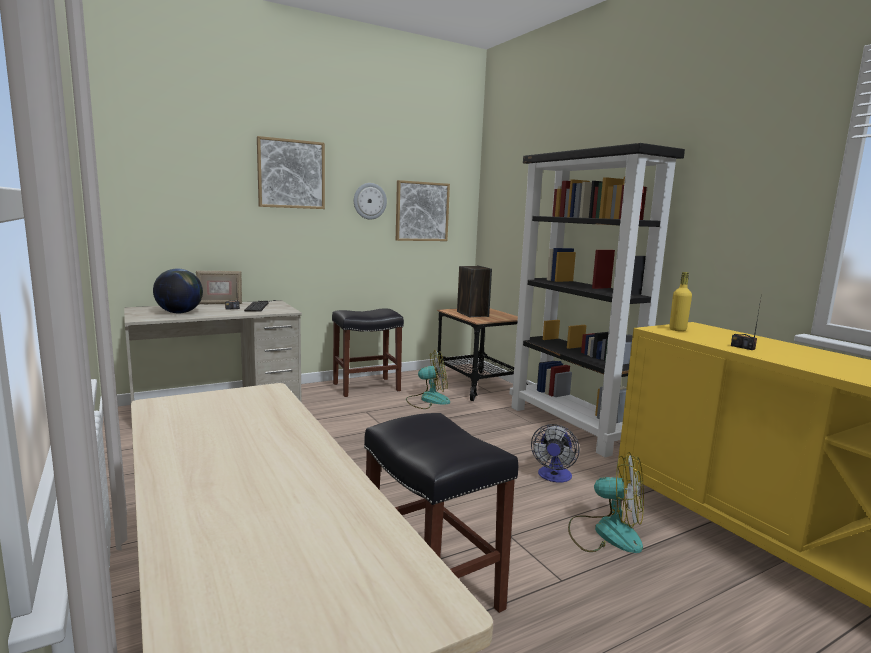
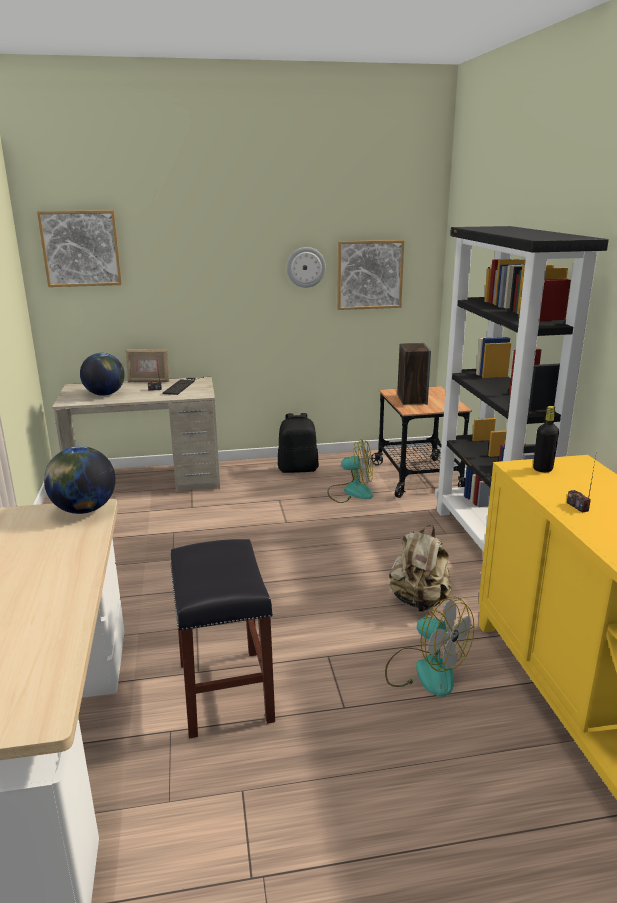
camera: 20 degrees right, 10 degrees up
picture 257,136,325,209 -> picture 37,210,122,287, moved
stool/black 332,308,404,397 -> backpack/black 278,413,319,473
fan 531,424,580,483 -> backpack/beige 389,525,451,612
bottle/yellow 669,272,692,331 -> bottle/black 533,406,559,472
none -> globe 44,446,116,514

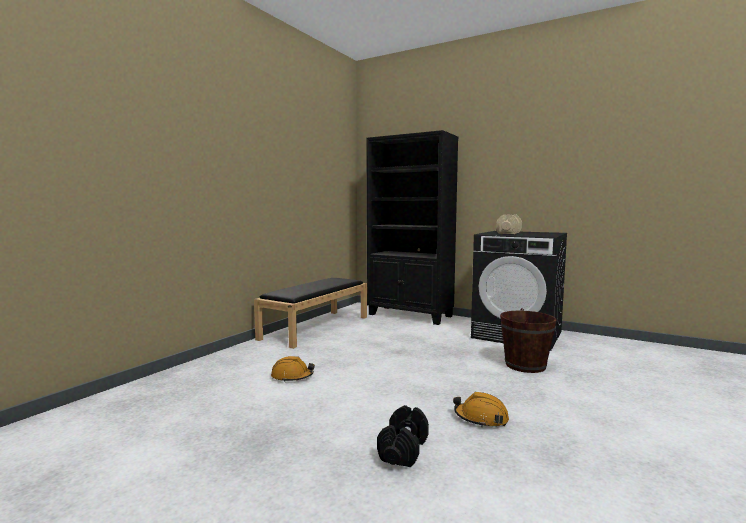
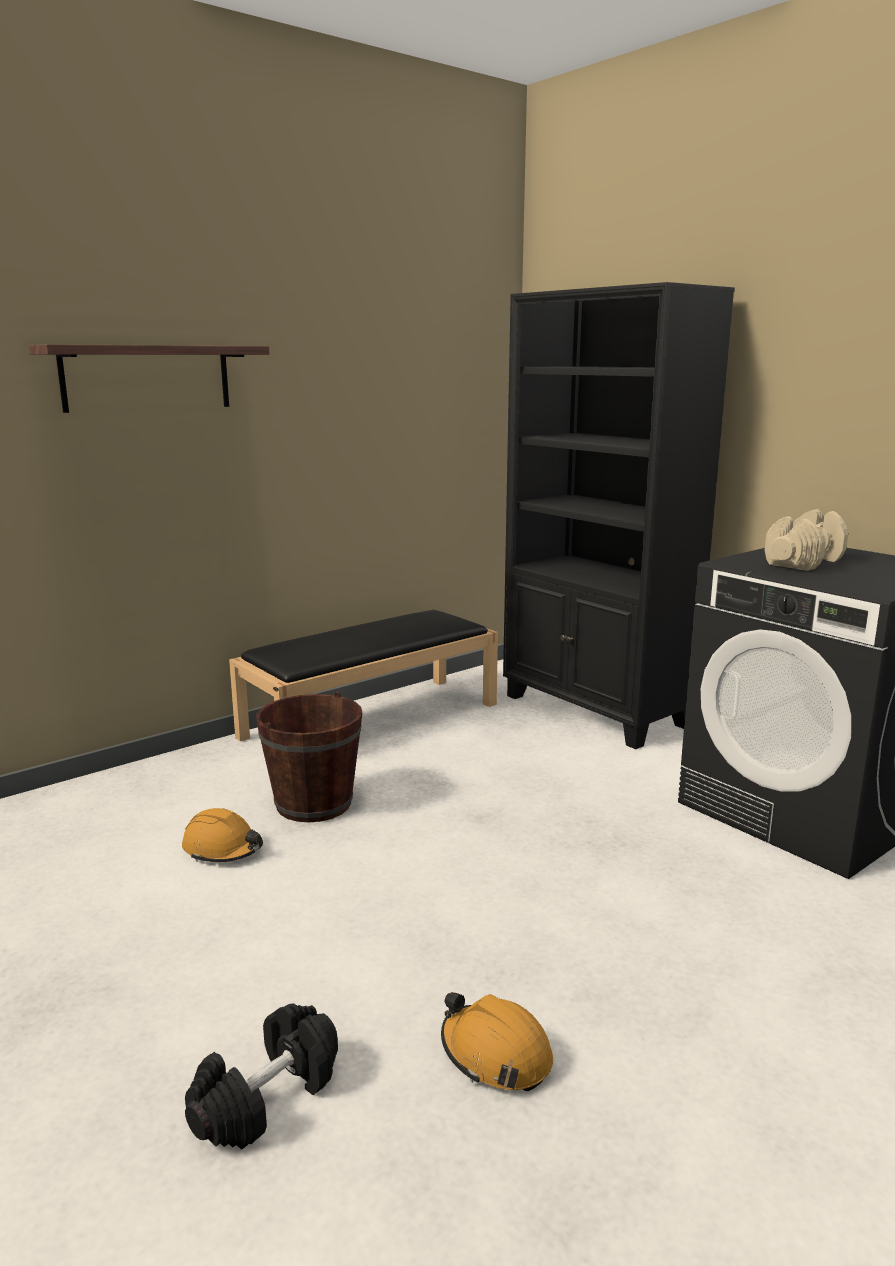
camera: 20 degrees right, 10 degrees up
bucket/brown 500,308,556,373 -> bucket/brown 256,692,362,822, moved
none -> shelf 29,344,270,413

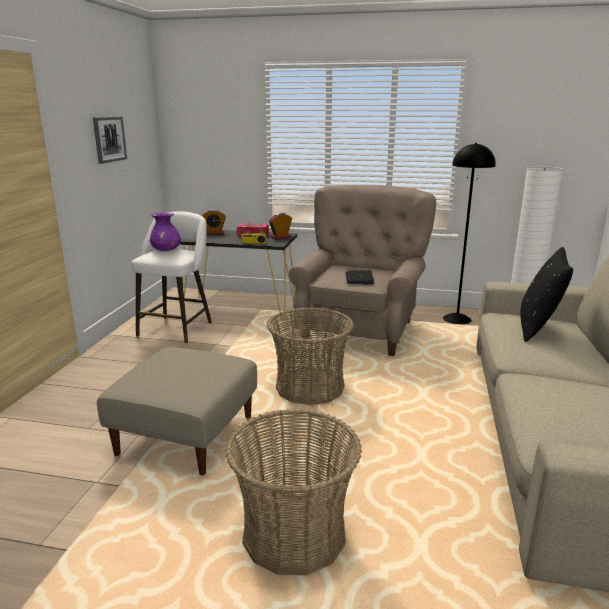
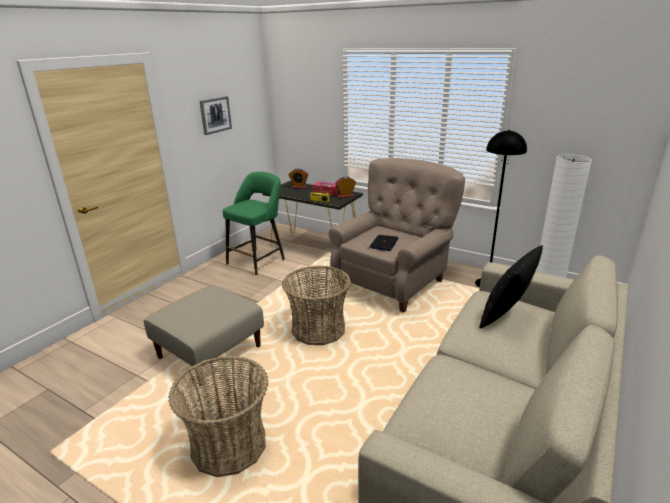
camera: 20 degrees right, 5 degrees up
stool/white 131,211,212,343 -> stool/green 223,172,285,275
vase/purple 150,212,181,251 -> none

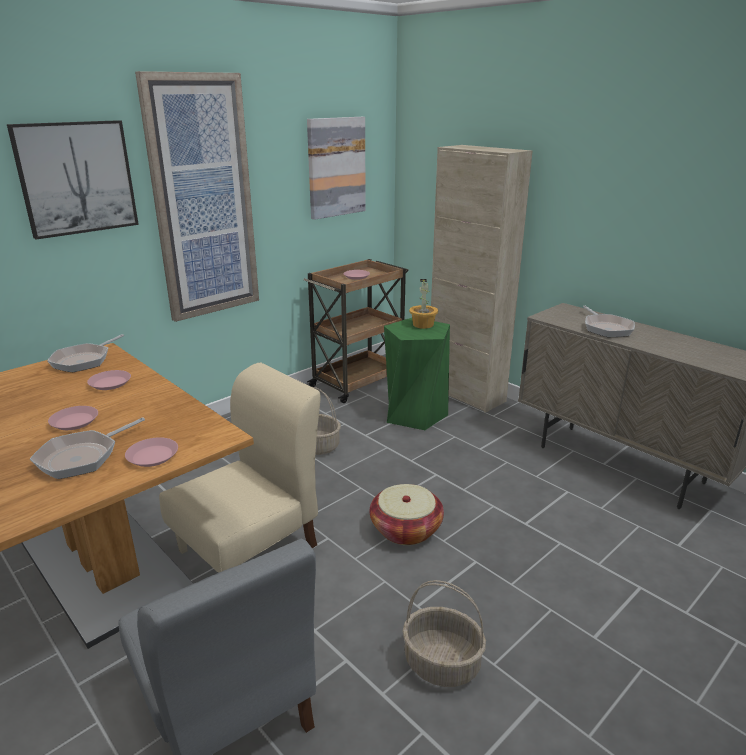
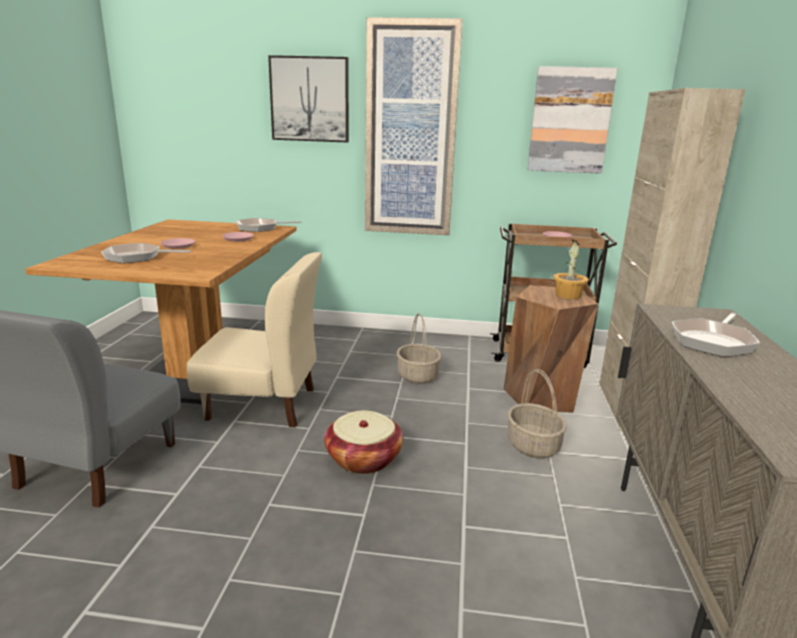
camera: 50 degrees right, 5 degrees down
plate/pink 125,437,178,467 -> none
stool/green 384,318,450,430 -> stool/brown 504,285,599,413
basket 403,580,486,687 -> basket 508,369,567,459, moved

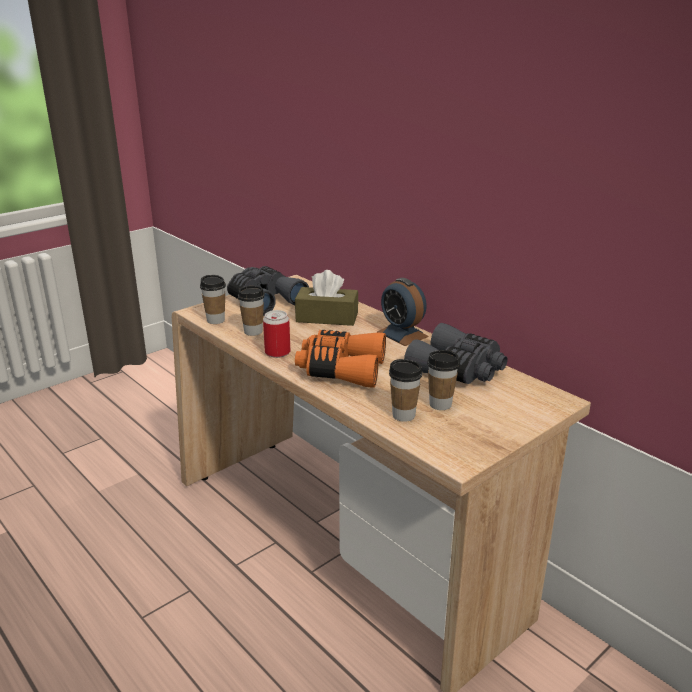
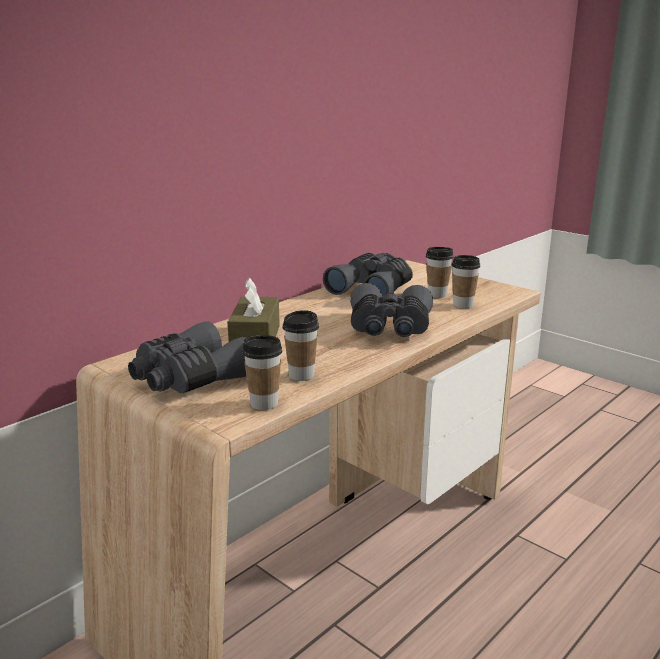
camera: 95 degrees left, 5 degrees down
can 263,310,290,358 -> none
binoculars/orange 295,330,386,388 -> binoculars/grey 350,283,433,337
alarm clock 377,278,429,346 -> none

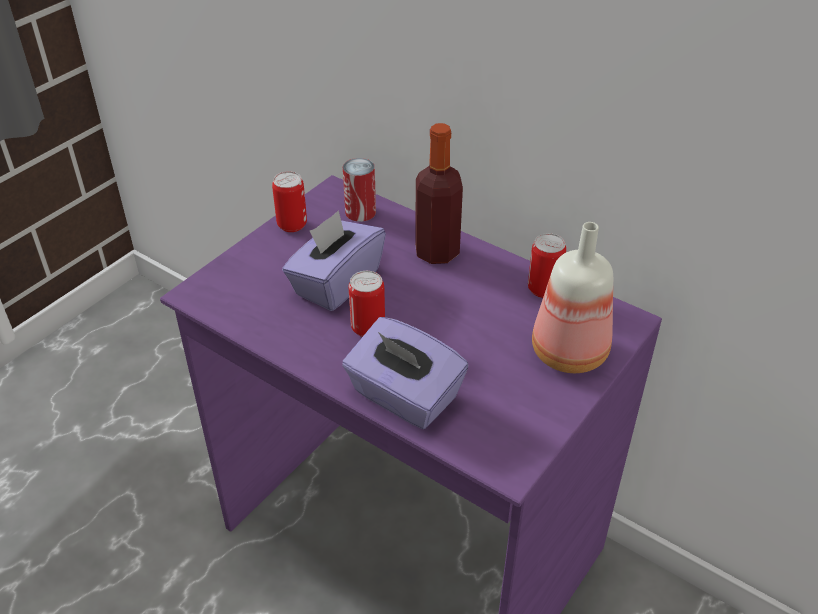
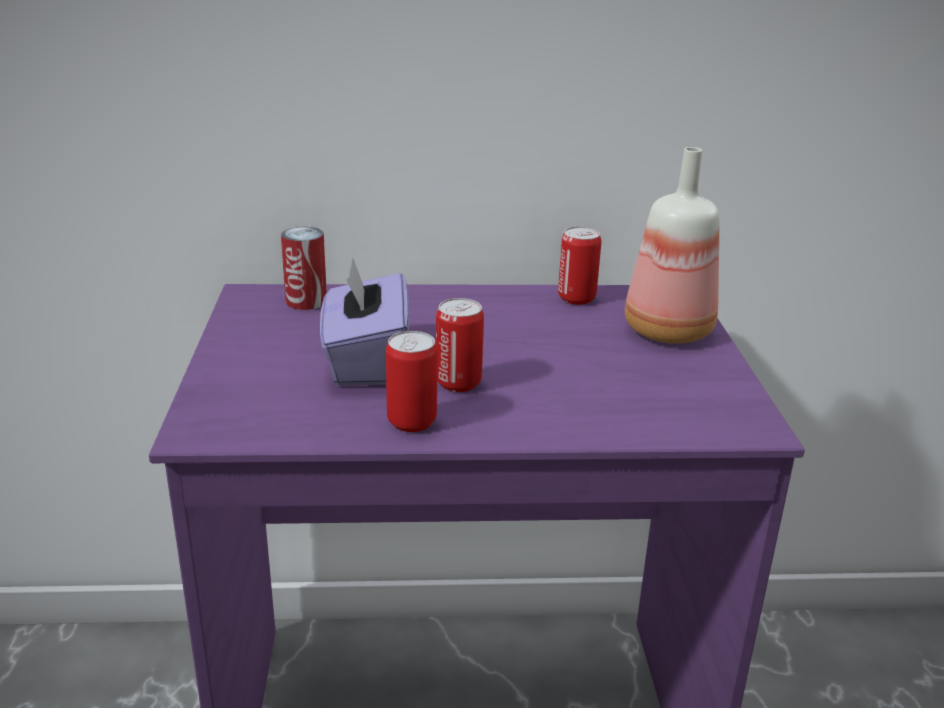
camera: 40 degrees left, 15 degrees down
can 272,171,307,232 -> can 386,331,438,432, moved
tissue box/purple 342,317,468,429 -> none
bottle 415,123,463,264 -> none

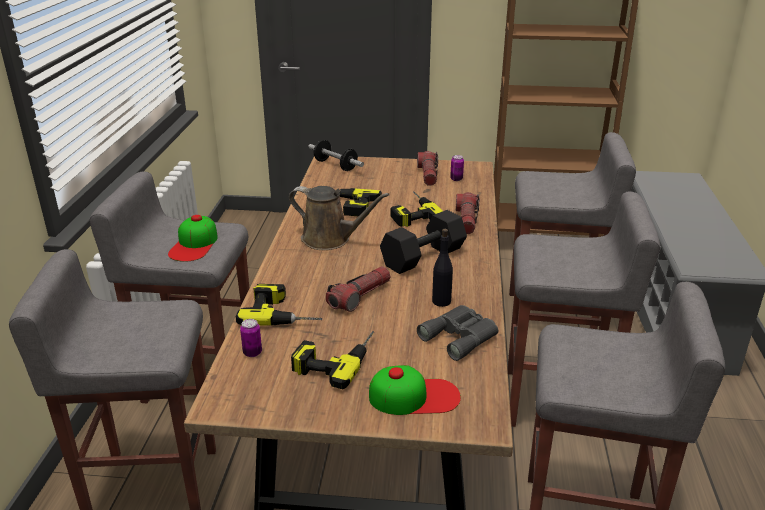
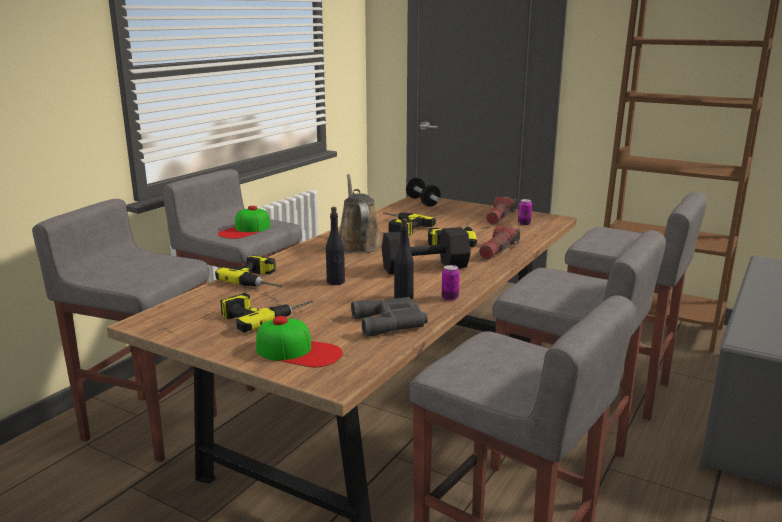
camera: 25 degrees right, 10 degrees down
can 240,319,262,357 -> can 442,265,460,301, moved
watering can/brown 289,186,390,250 -> watering can/brown 339,174,382,253, 150 degrees counterclockwise
flashlight 326,266,390,312 -> bottle/black 326,207,345,285

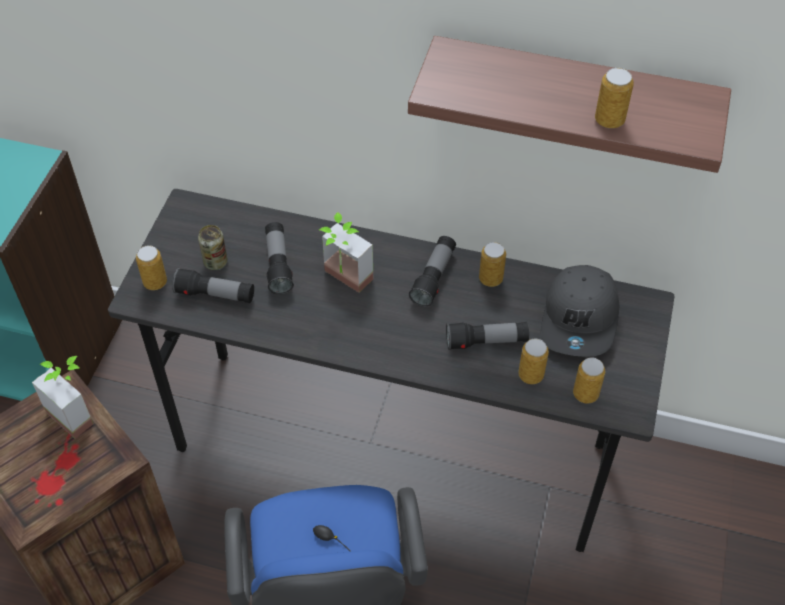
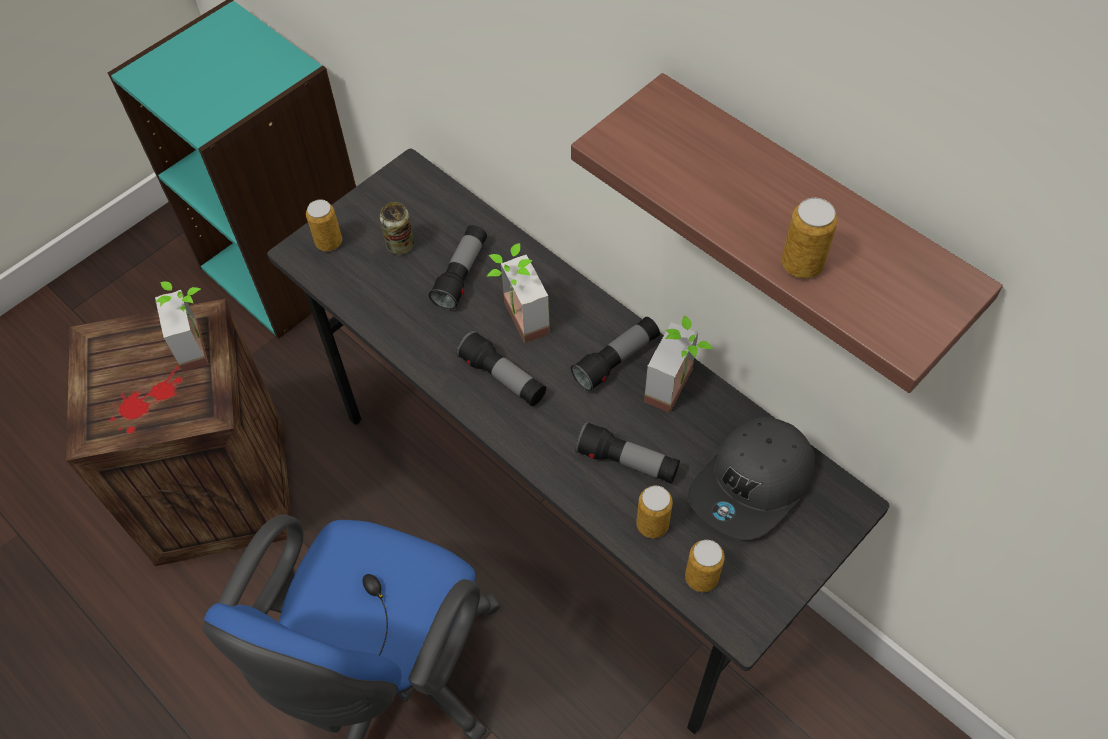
camera: 30 degrees right, 5 degrees up
flashlight 172,268,254,303 -> flashlight 456,331,546,406, moved
can 479,242,506,287 -> potted plant 644,315,713,413

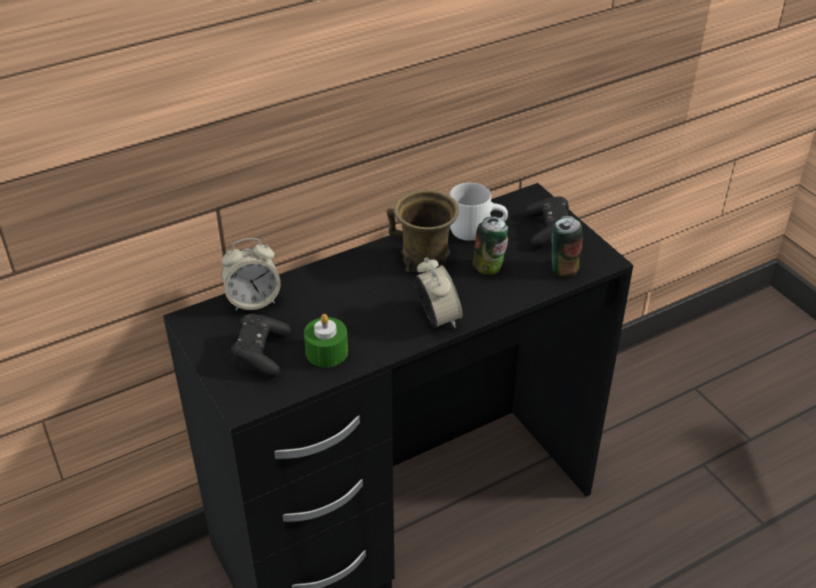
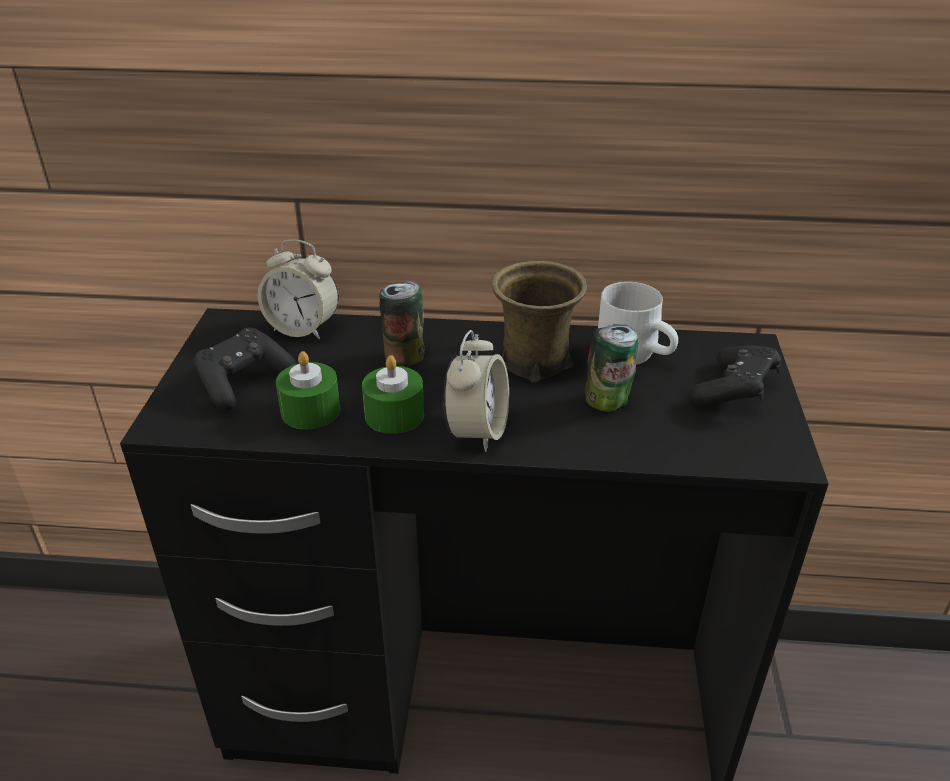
camera: 35 degrees right, 5 degrees down
can 551,216,583,276 -> can 379,282,425,367, moved
none -> candle/green 362,355,424,434

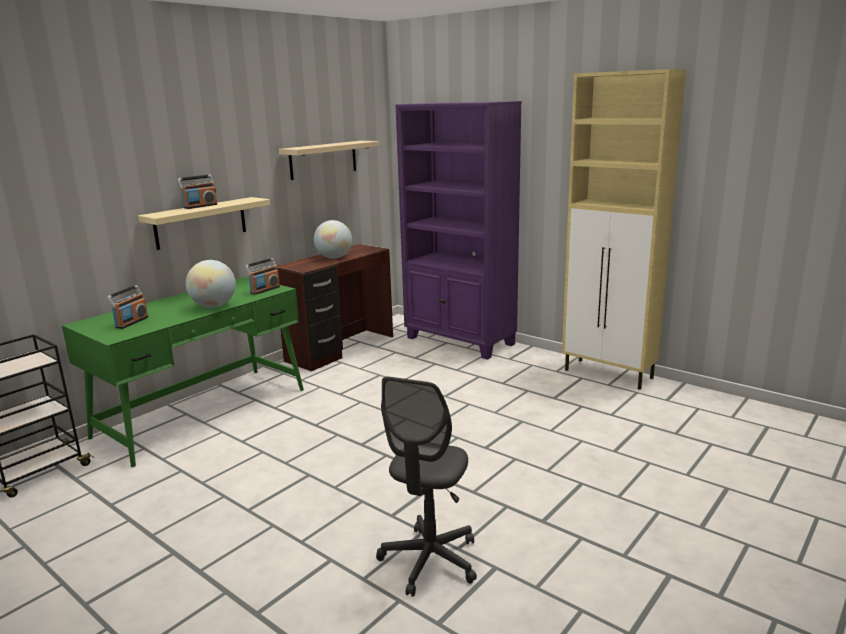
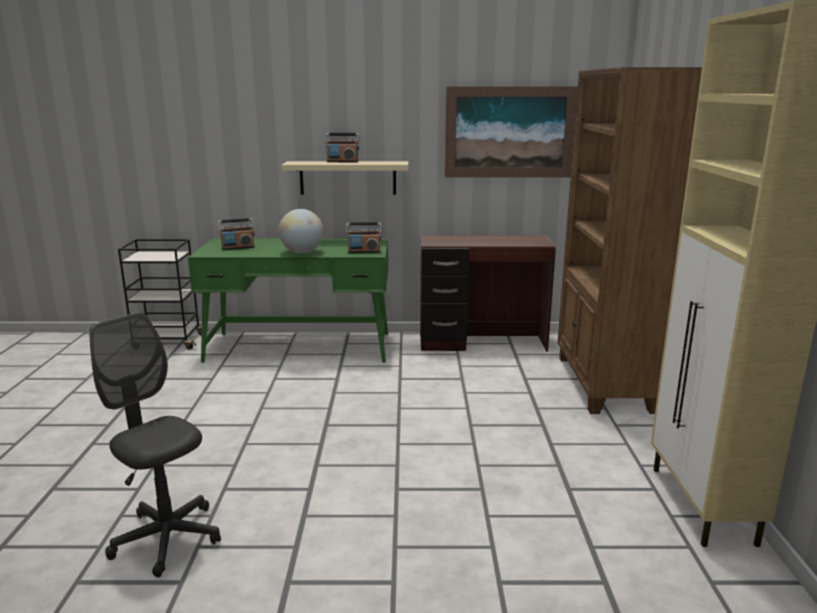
camera: 50 degrees right, 0 degrees up
shelf/beige 279,141,380,180 -> picture 445,86,578,178
globe 314,220,352,259 -> none
office chair/grey 376,376,477,597 -> office chair/grey 89,312,221,577, 60 degrees clockwise
bookcase/purple 396,101,522,360 -> bookcase/brown 558,67,702,414

